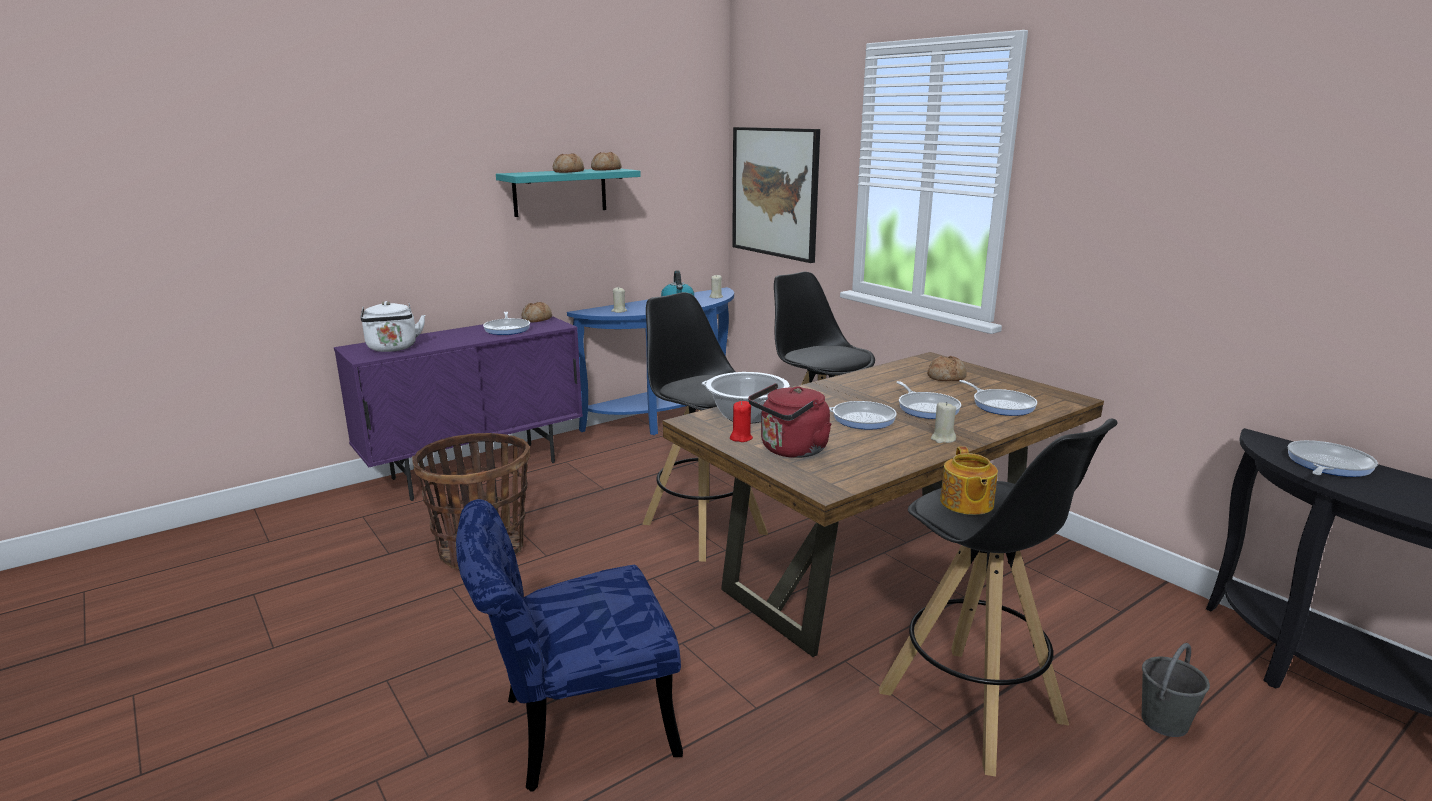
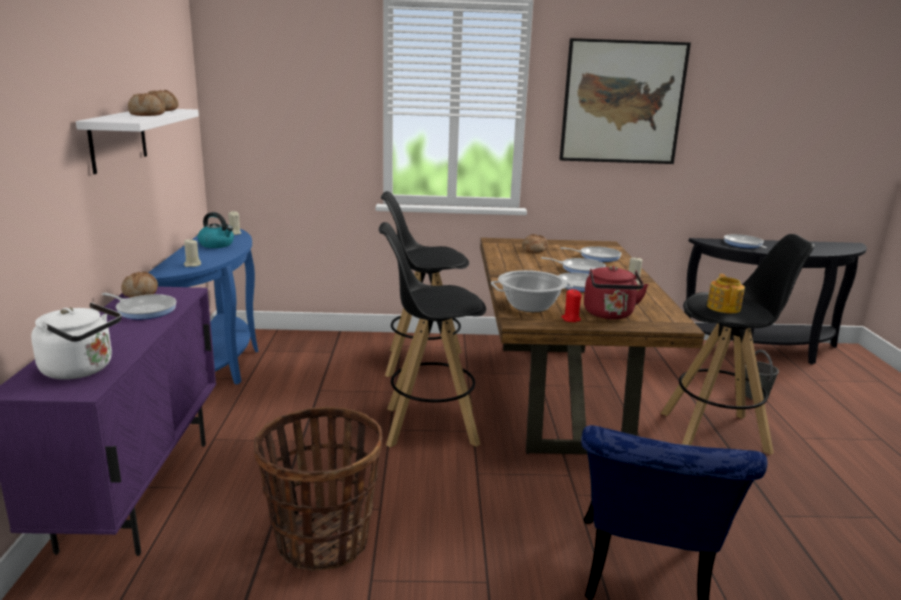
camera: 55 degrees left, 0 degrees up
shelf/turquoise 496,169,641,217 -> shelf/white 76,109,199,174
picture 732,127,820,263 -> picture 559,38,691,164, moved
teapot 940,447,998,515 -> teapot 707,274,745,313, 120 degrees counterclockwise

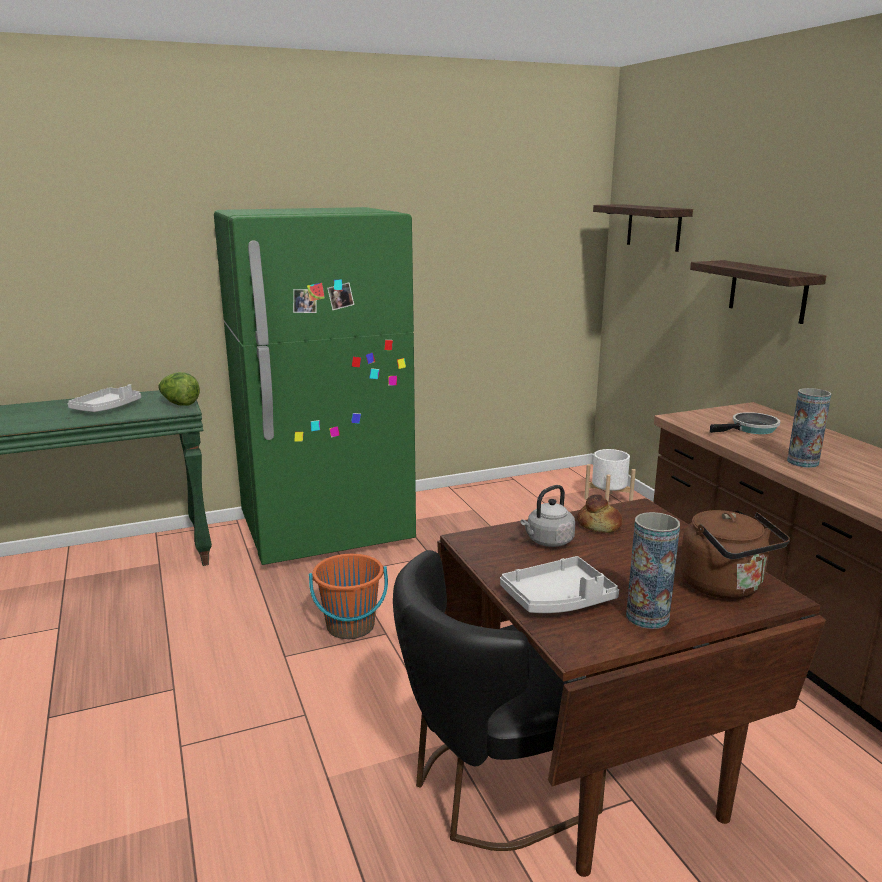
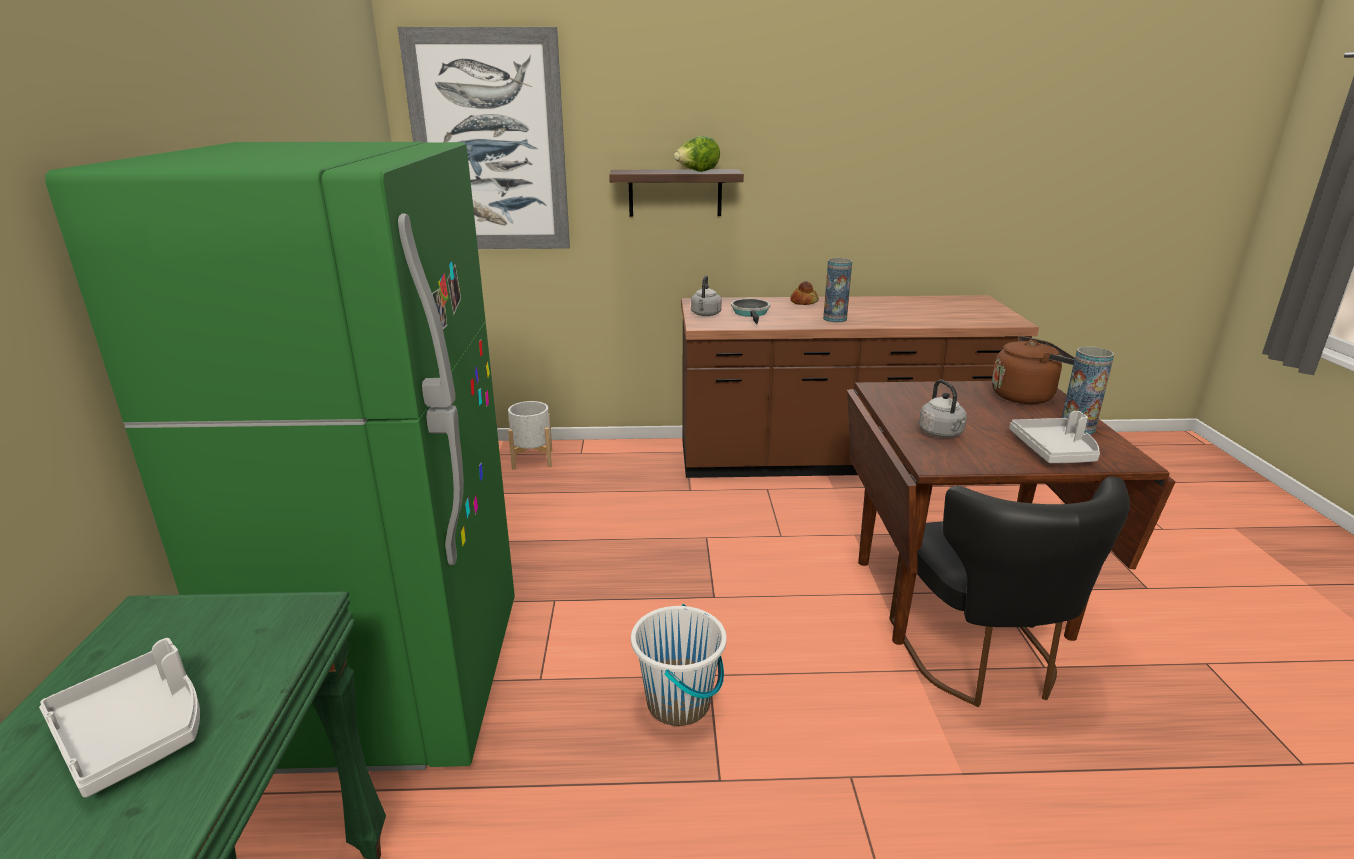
camera: 70 degrees left, 5 degrees up
lettuce 158,372,200,406 -> lettuce 674,136,720,172, moved
bucket/orange 309,554,388,639 -> bucket/white 631,604,727,726
bread 577,494,623,533 -> bread 790,281,819,305, moved
shelf 593,204,693,252 -> picture 398,27,570,249
none -> kettle/grey 691,275,722,316

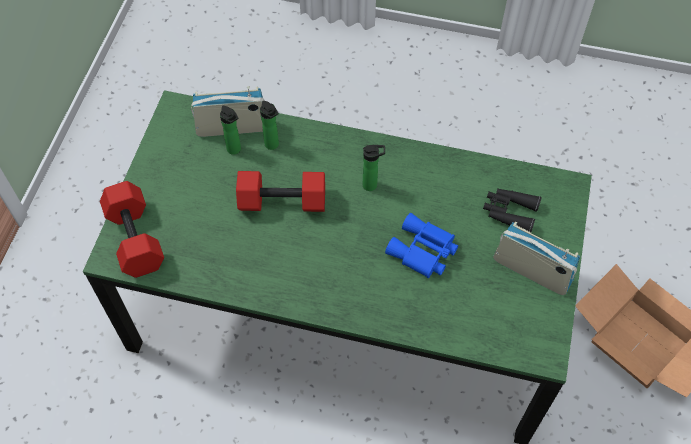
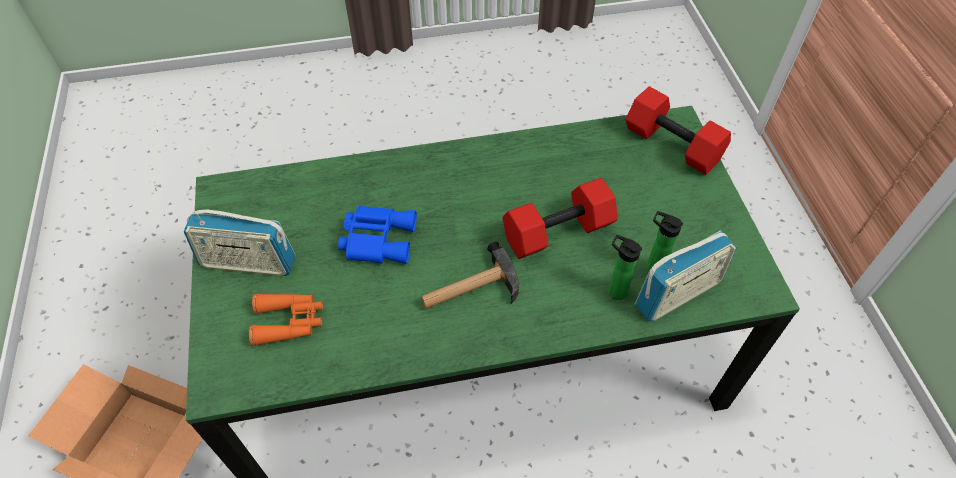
camera: 155 degrees right, 5 degrees down
bottle 363,145,385,191 -> hammer 421,242,519,309
binoculars/black 483,188,542,232 -> binoculars/orange 249,293,323,346

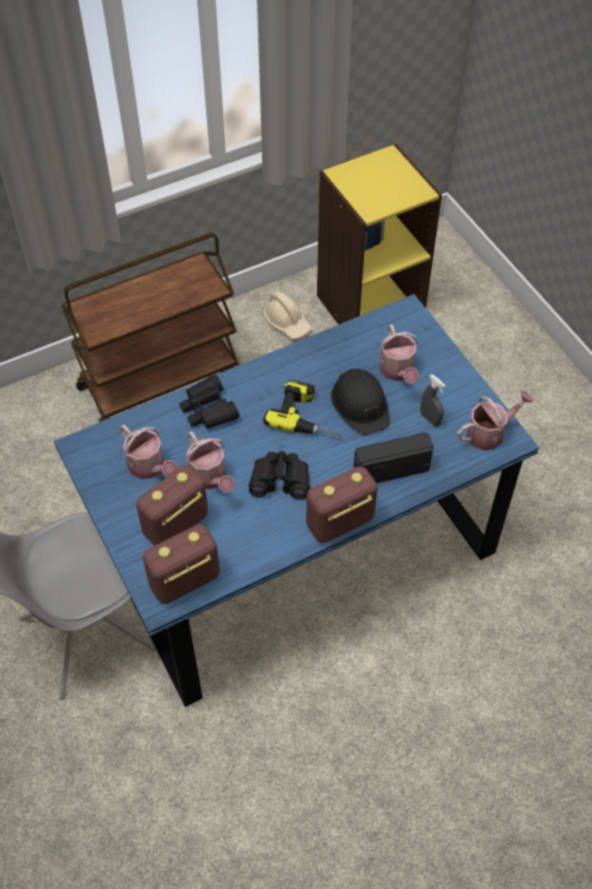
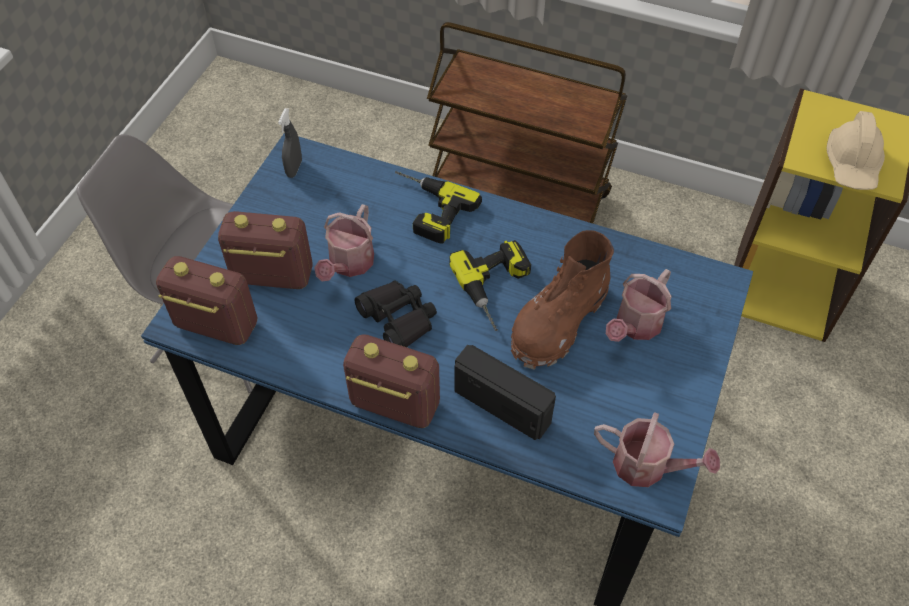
camera: 50 degrees right, 0 degrees up
watering can 120,425,178,479 -> none
binoculars/black 180,374,239,429 -> power drill 395,171,482,244
hard hat/beige 263,291,312,339 -> hard hat/beige 827,111,885,190, moved
hard hat/black 331,369,390,435 -> boot/brown 511,230,614,370
spray bottle/grey 420,374,446,427 -> spray bottle/grey 278,108,302,178, moved

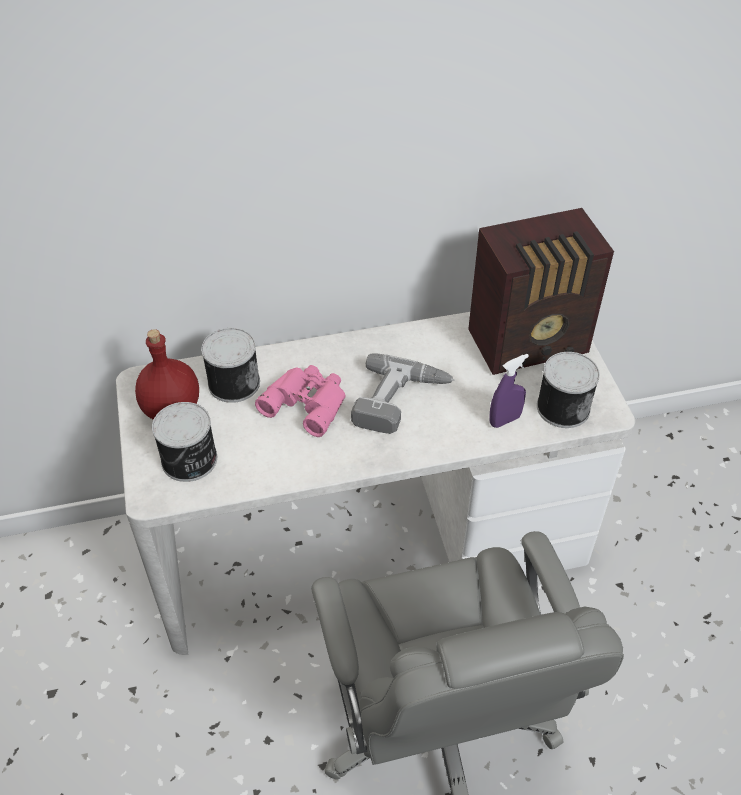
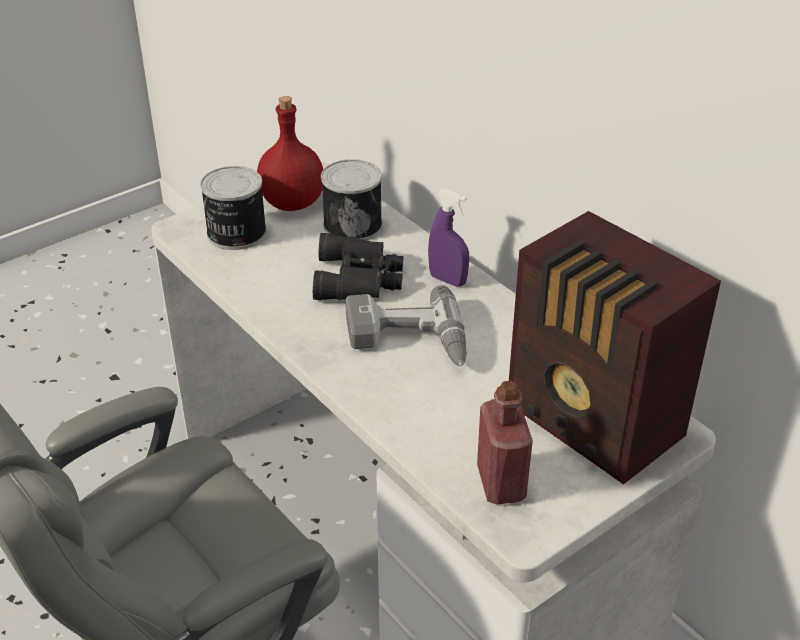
camera: 65 degrees right, 10 degrees down
binoculars/pink 255,365,346,437 -> binoculars/black 313,233,403,300
spray bottle/purple 489,354,529,428 -> spray bottle/purple 428,189,469,287, moved
can 537,352,600,428 -> bottle/red 477,381,533,504

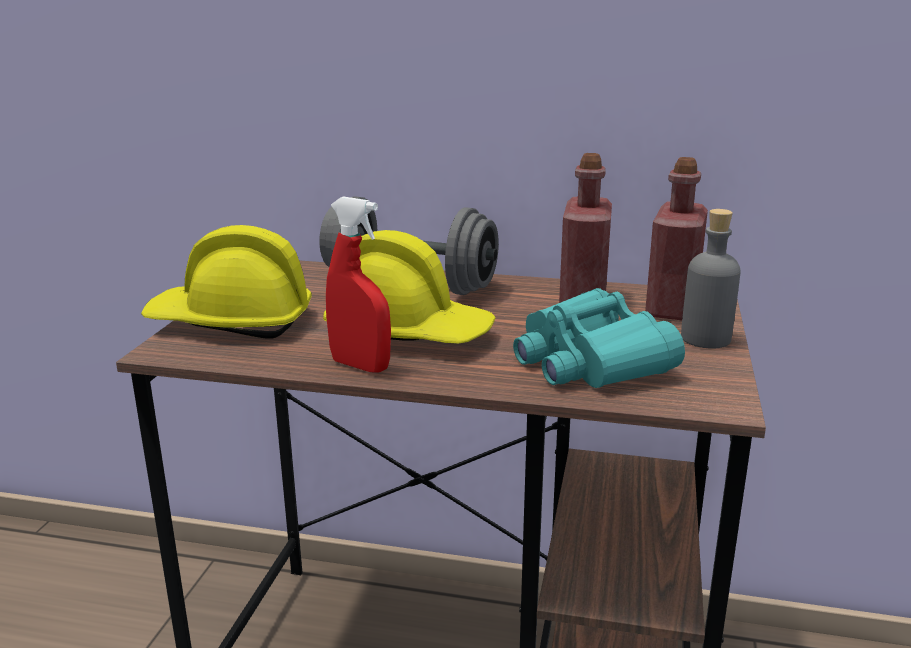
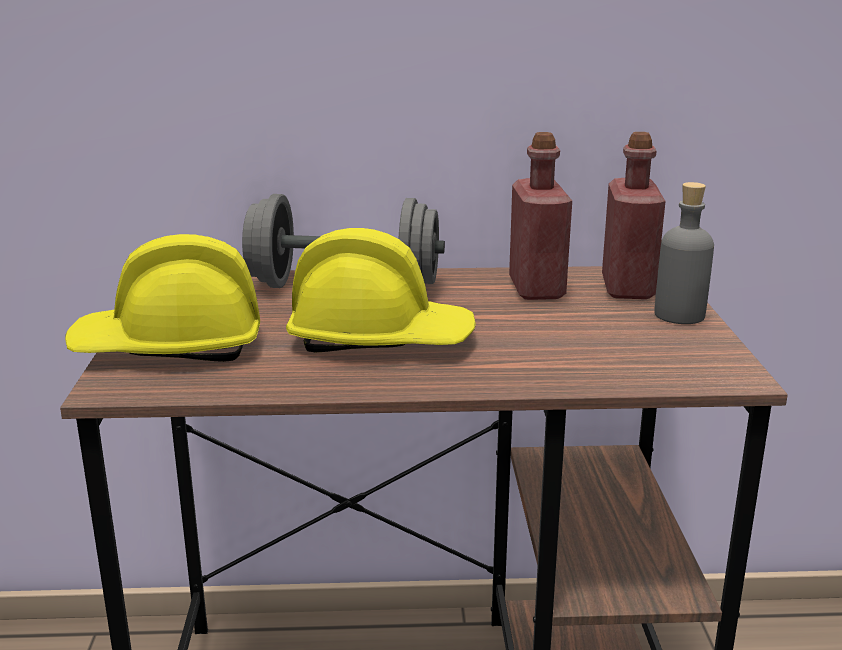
camera: 15 degrees left, 0 degrees up
spray bottle/red 326,196,391,373 -> none
binoculars/turquoise 513,288,685,388 -> none

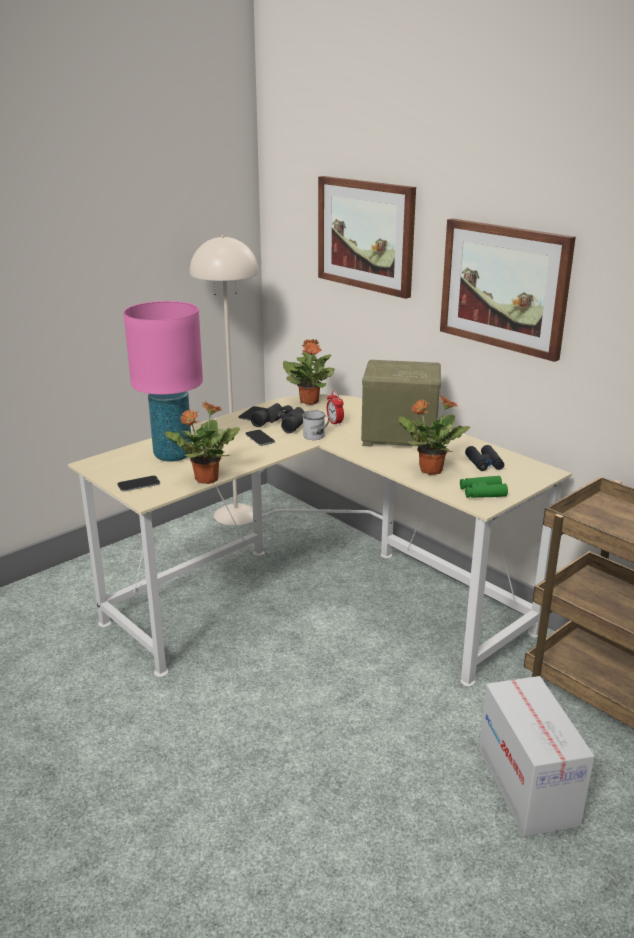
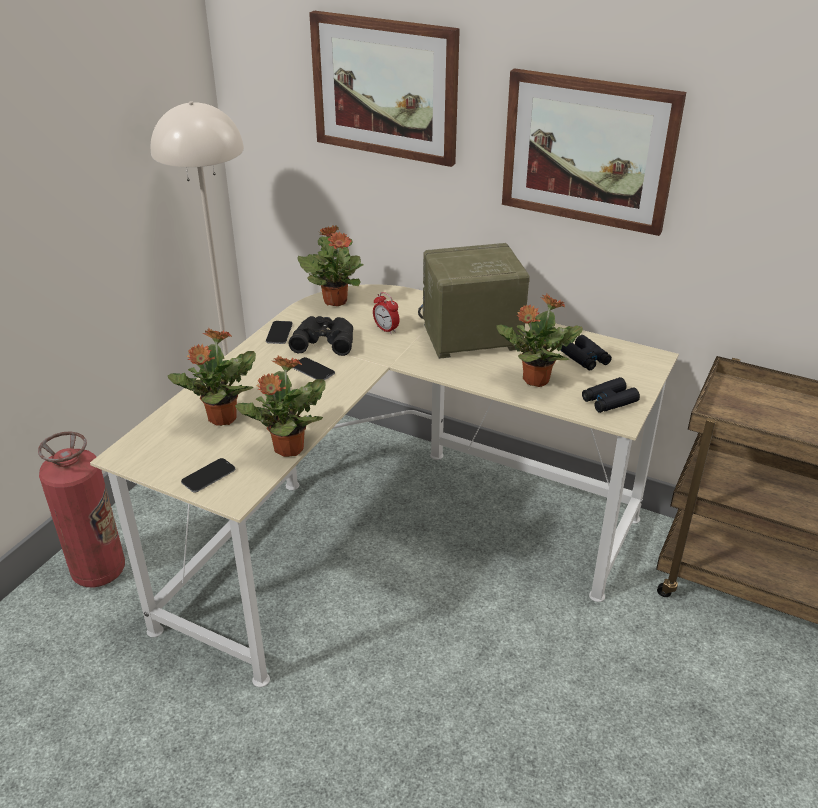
camera: 20 degrees left, 10 degrees up
table lamp/pink 123,301,203,462 -> potted plant 168,328,256,426
mug/white 302,410,330,440 -> none
binoculars/green 460,476,508,498 -> binoculars/black 582,377,640,413
cardboard box 479,676,595,837 -> none
none -> fire extinguisher 38,431,125,587

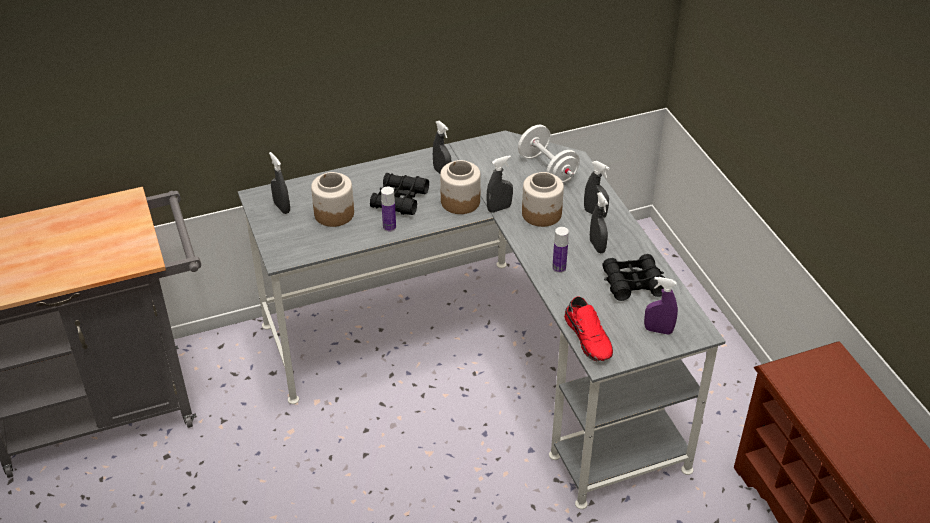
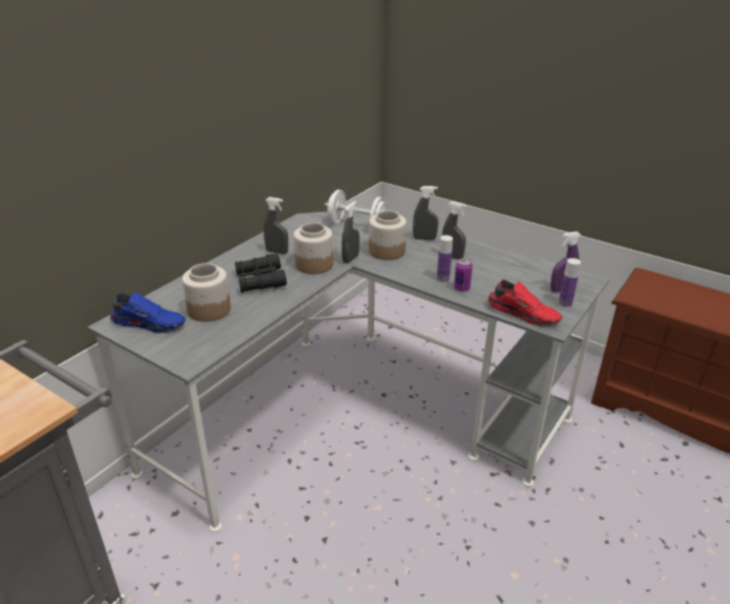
camera: 35 degrees left, 10 degrees down
spray bottle/grey 269,152,290,214 -> shoe/blue 110,292,186,333
bottle 381,186,396,232 -> bottle 558,258,581,308, moved
binoculars/black 602,254,665,301 -> none
none -> can 454,258,473,292

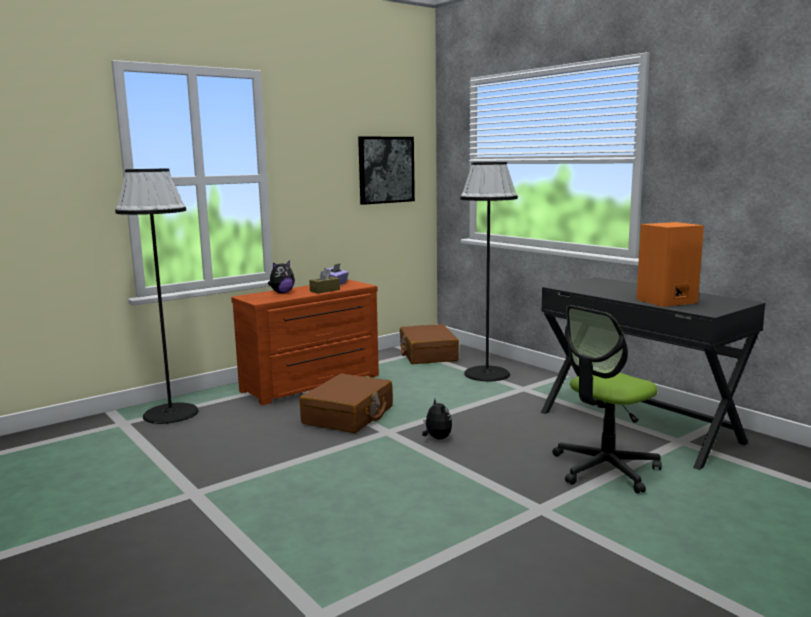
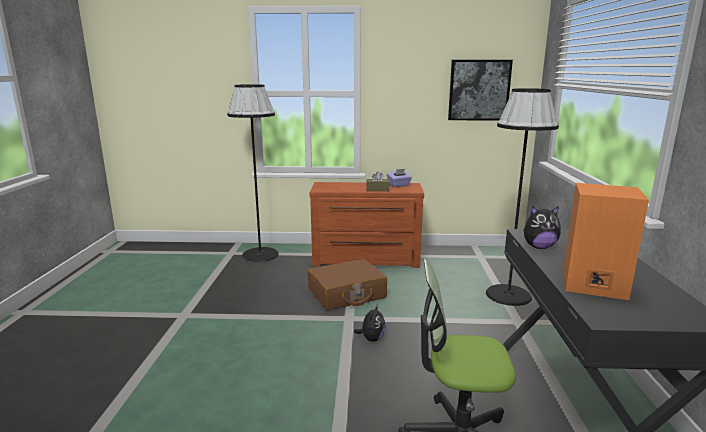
camera: 40 degrees right, 5 degrees up
plush toy 268,260,295,293 -> plush toy 524,206,561,249, moved
suitcase/brown 400,324,459,364 -> none

